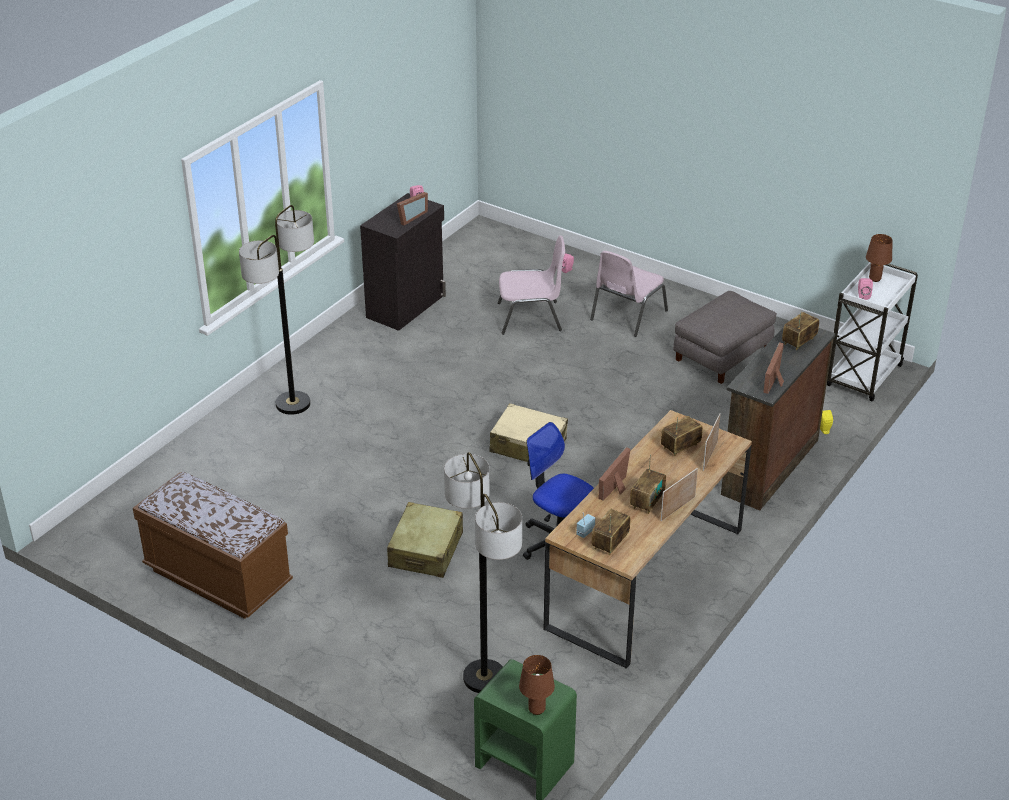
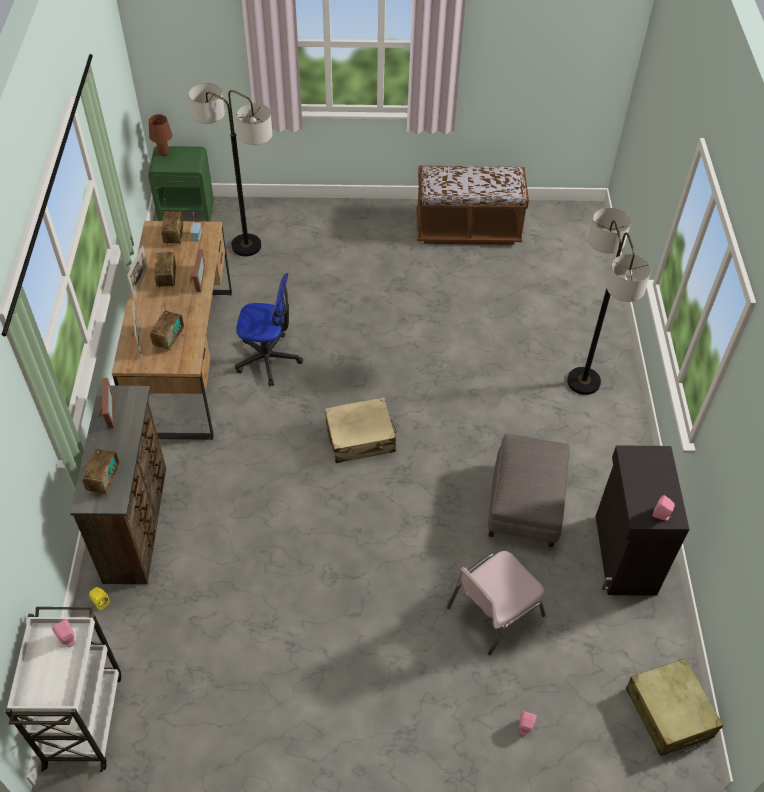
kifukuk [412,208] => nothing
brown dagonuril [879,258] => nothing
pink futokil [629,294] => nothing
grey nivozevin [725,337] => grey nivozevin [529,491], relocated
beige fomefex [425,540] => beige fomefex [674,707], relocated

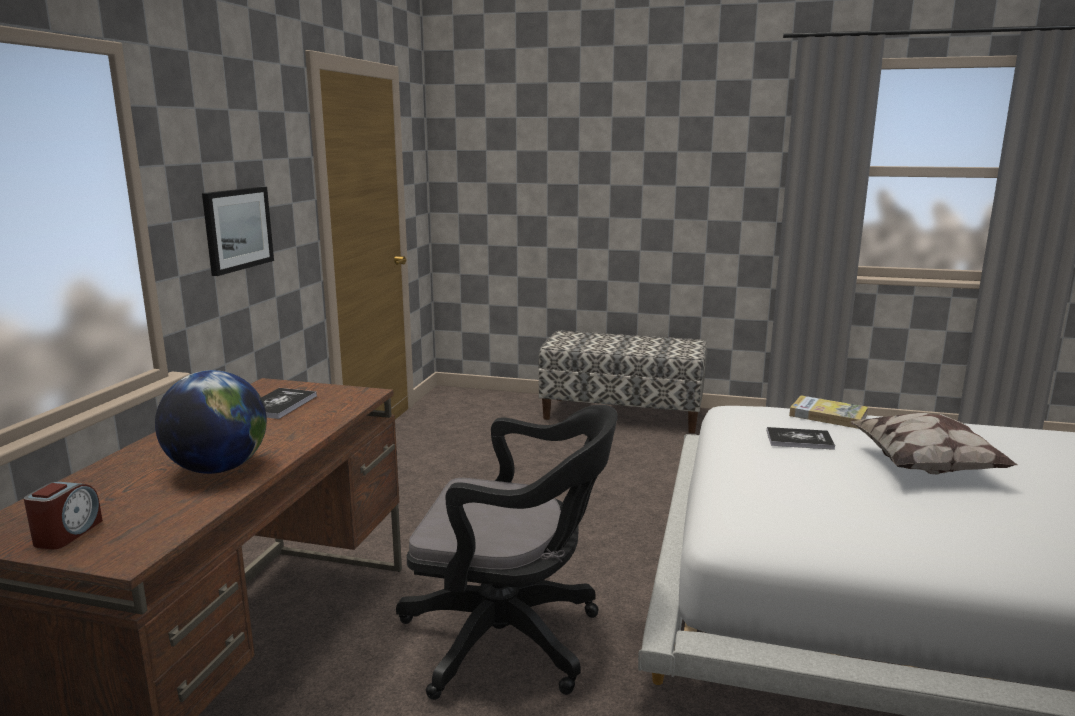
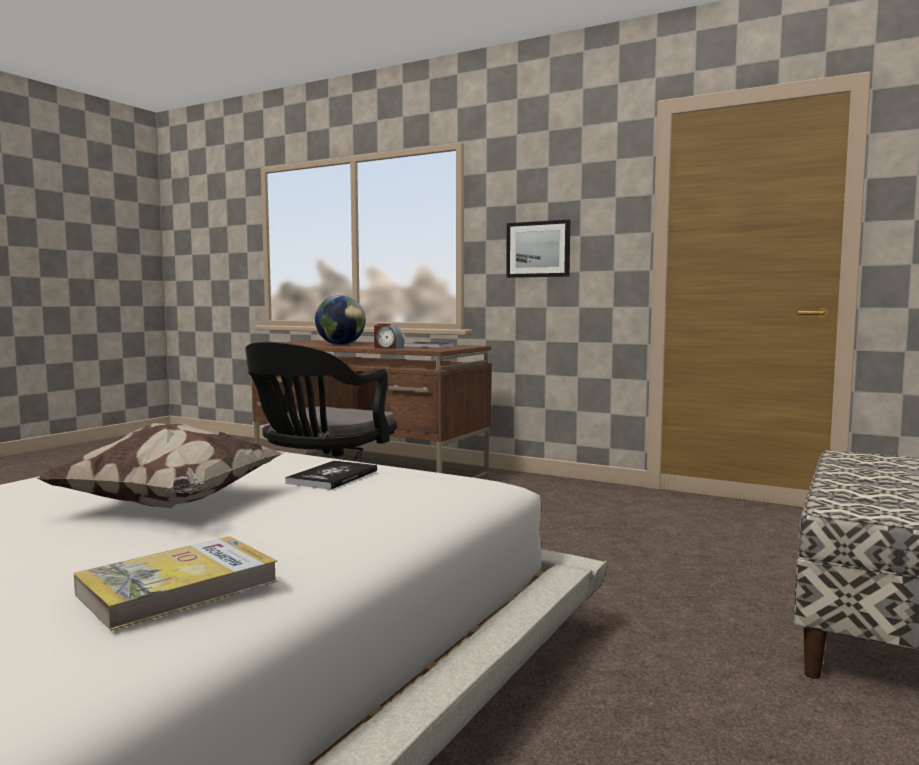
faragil [828,412] => faragil [176,583], relocated
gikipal [63,515] => gikipal [388,336], relocated

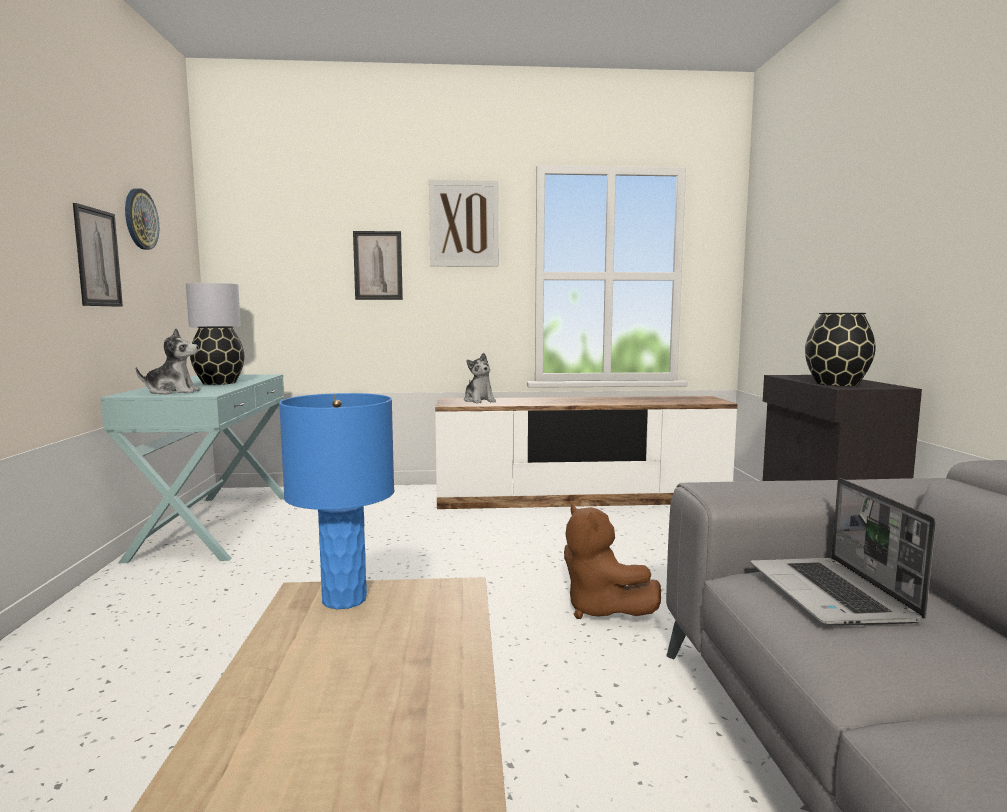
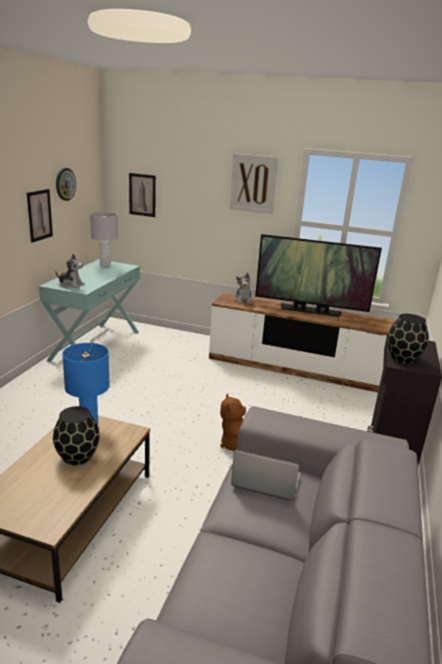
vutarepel [378,265] => vutarepel [142,195], relocated
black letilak [217,355] => black letilak [76,435], relocated
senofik [843,552] => senofik [266,475], 90 degrees clockwise
nothing => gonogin [318,275]

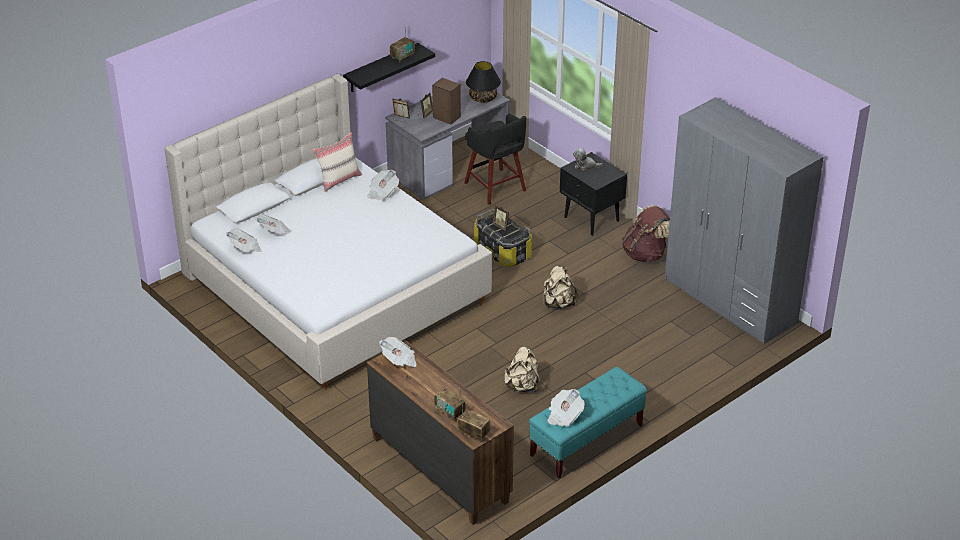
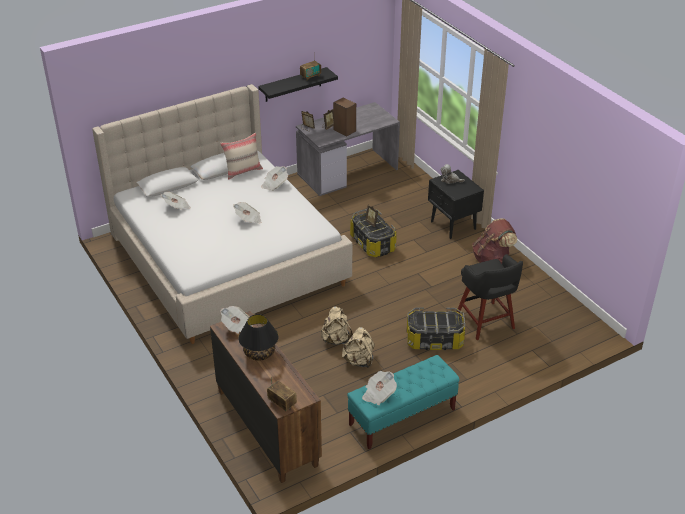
black dagonuril [483,82] => black dagonuril [258,337], relocated
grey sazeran [744,220] => nothing
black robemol [495,159] => black robemol [490,297], relocated
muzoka [244,241] => muzoka [247,212], relocated
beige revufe [560,287] => beige revufe [337,325], relocated
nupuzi [450,404] => nothing
nothing => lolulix [436,329]

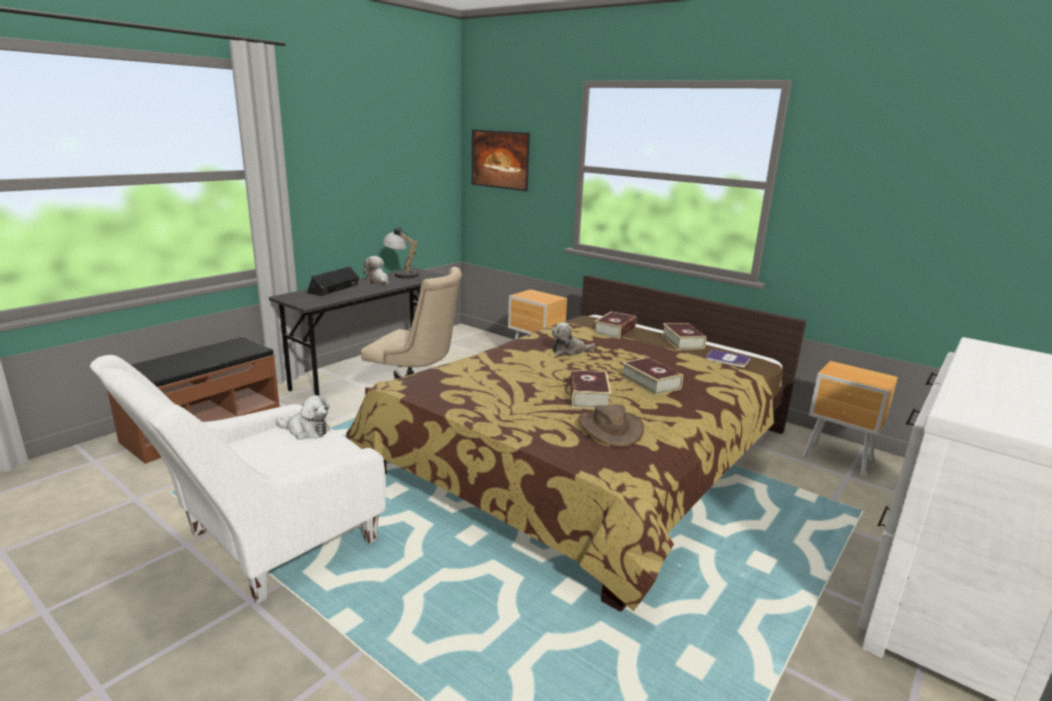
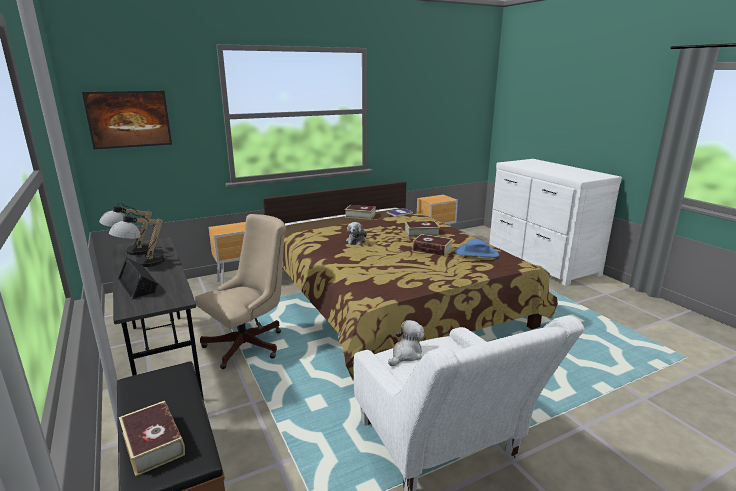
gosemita [376,271] => dagonuril [141,239]
faragil [615,325] => faragil [152,439], relocated
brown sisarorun [611,425] => blue sisarorun [476,248]

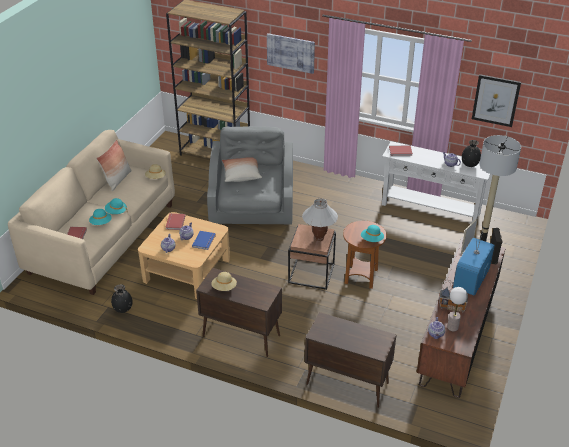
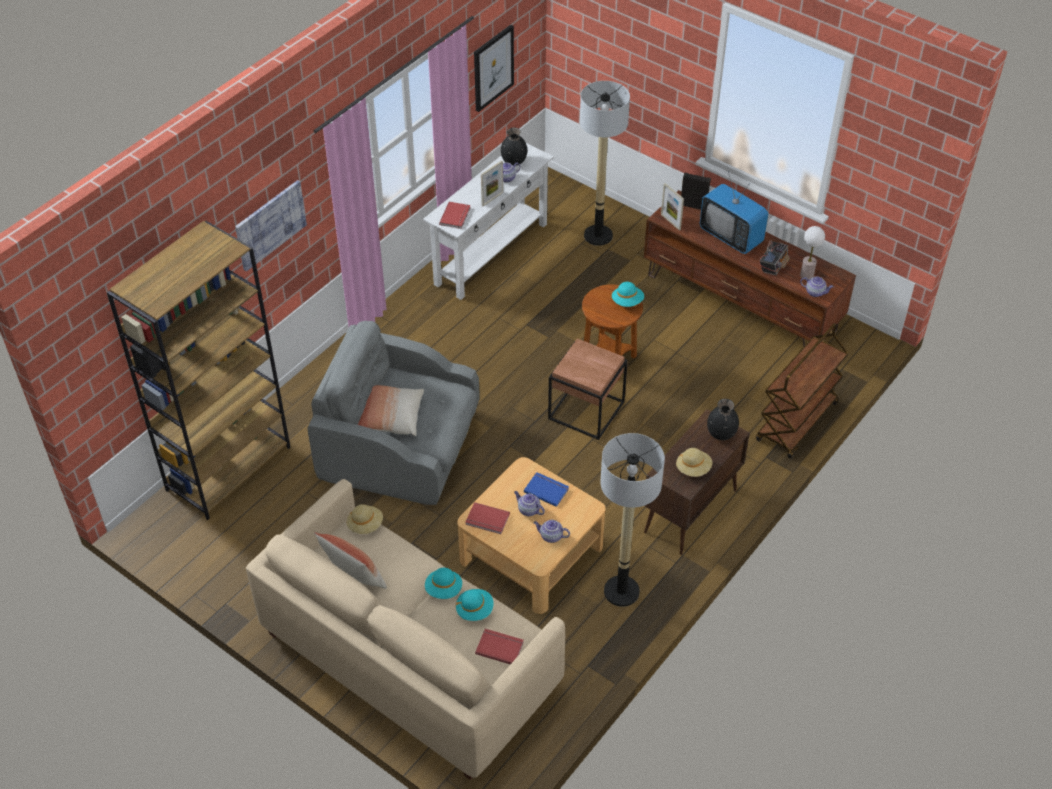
white dagonuril [320,219] => nothing
black letilak [122,298] => black letilak [723,419], relocated
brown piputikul [350,360] => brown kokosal [802,391]
nothing => kifukuk [492,183]
nothing => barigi [632,520]

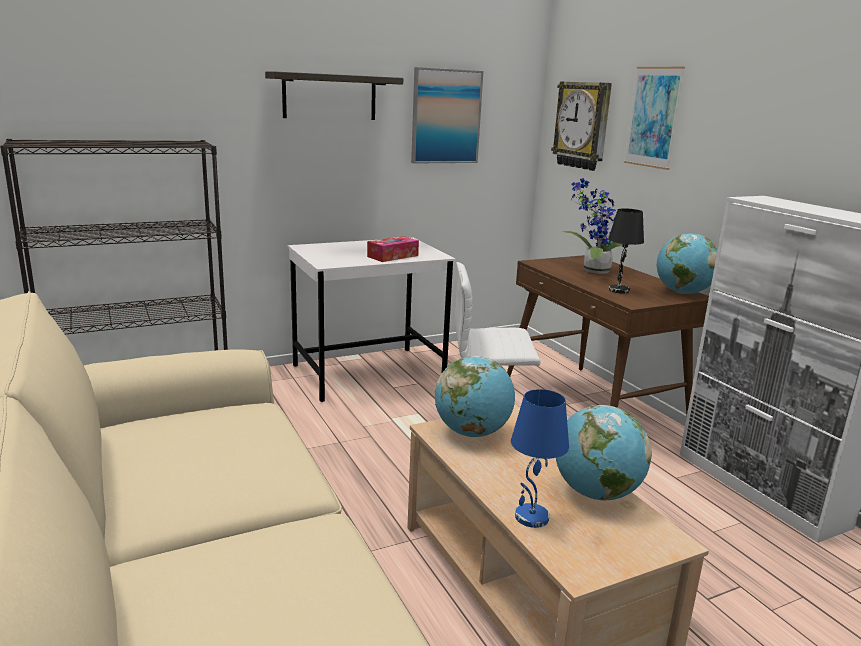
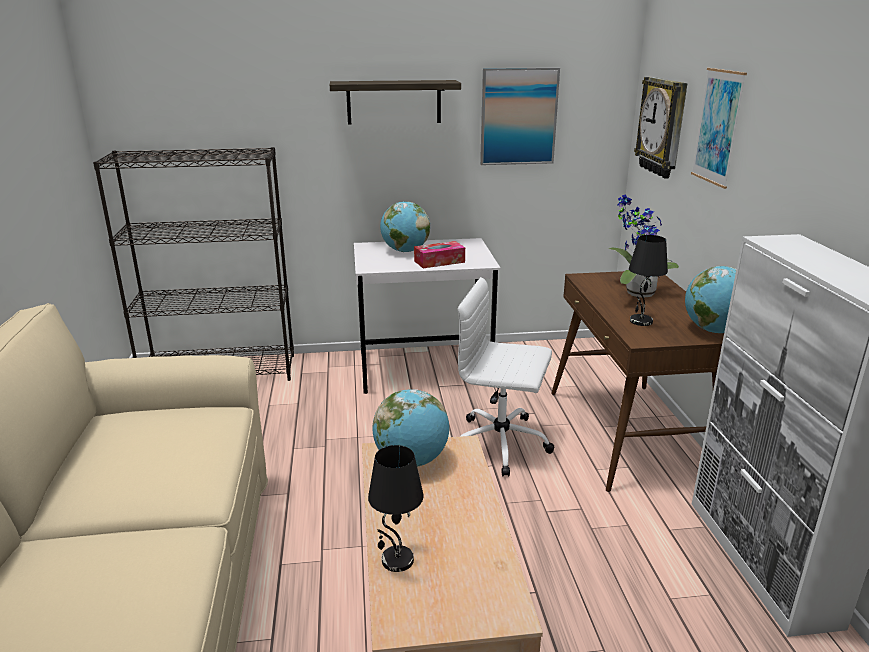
blue dagonuril [540,458] => black dagonuril [396,508]
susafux [604,452] => susafux [405,226], relocated

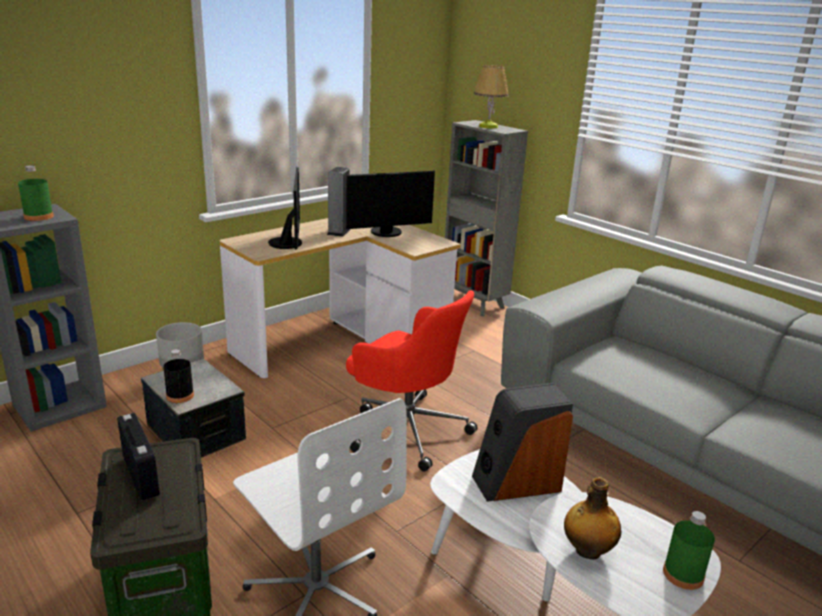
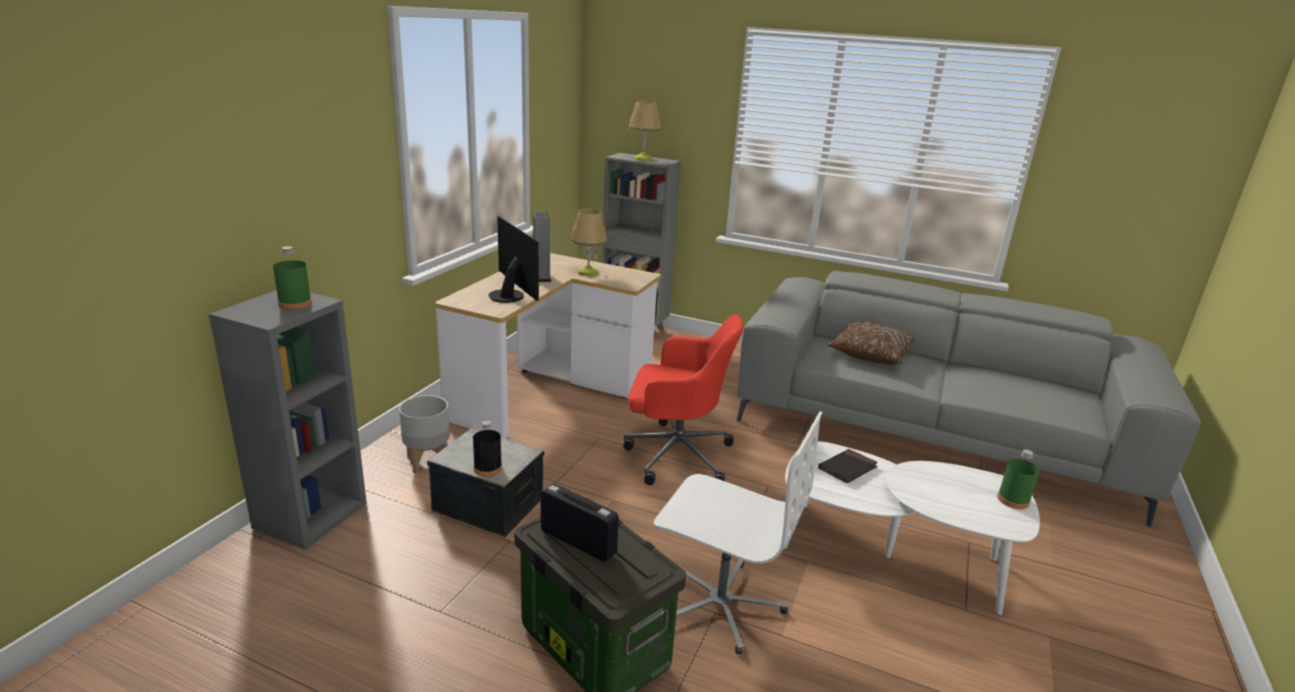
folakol [390,204] => dagonuril [588,242]
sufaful [522,442] => black faragil [848,466]
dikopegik [592,518] => nothing
nothing => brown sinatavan [871,343]

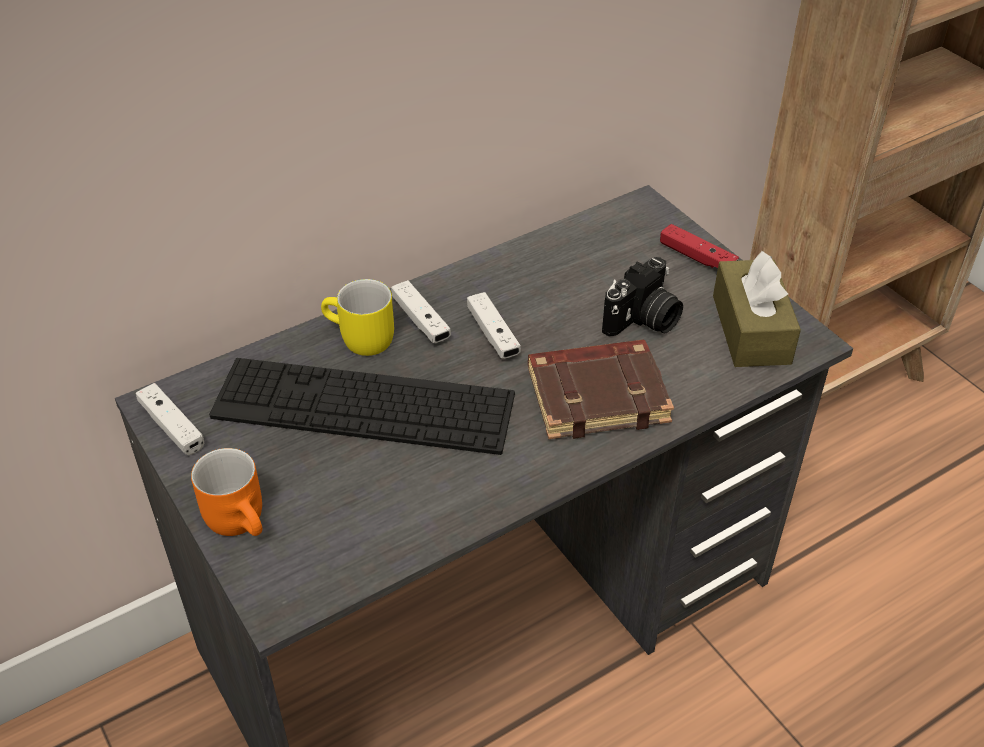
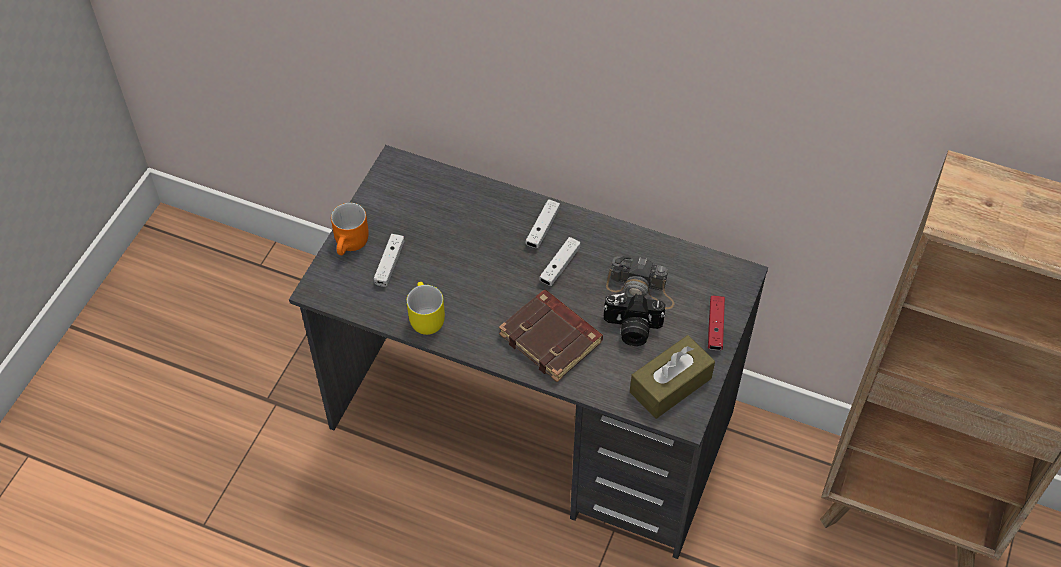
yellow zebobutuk [357,317] => yellow zebobutuk [425,308], relocated
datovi [362,406] => nothing
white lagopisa [170,419] => white lagopisa [389,260], relocated
nothing => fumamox [640,282]

